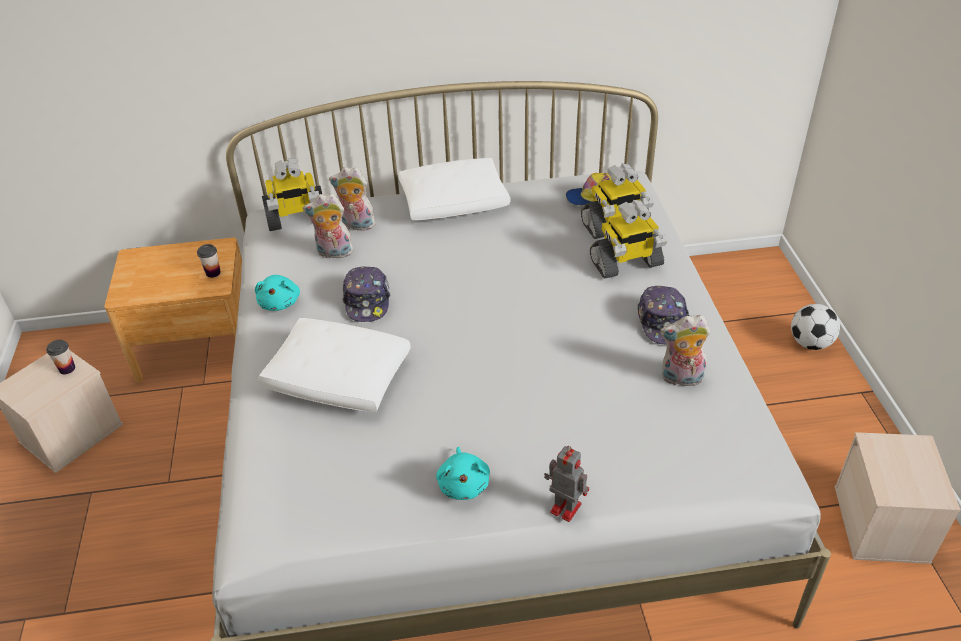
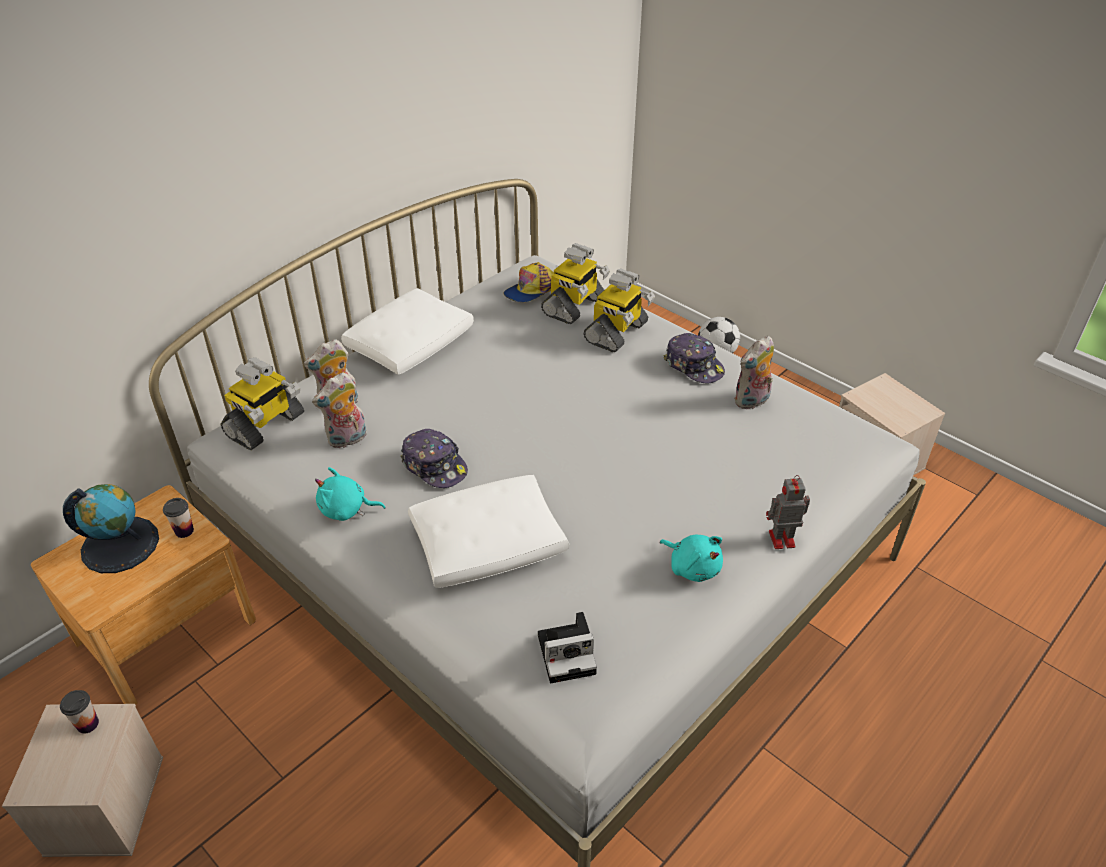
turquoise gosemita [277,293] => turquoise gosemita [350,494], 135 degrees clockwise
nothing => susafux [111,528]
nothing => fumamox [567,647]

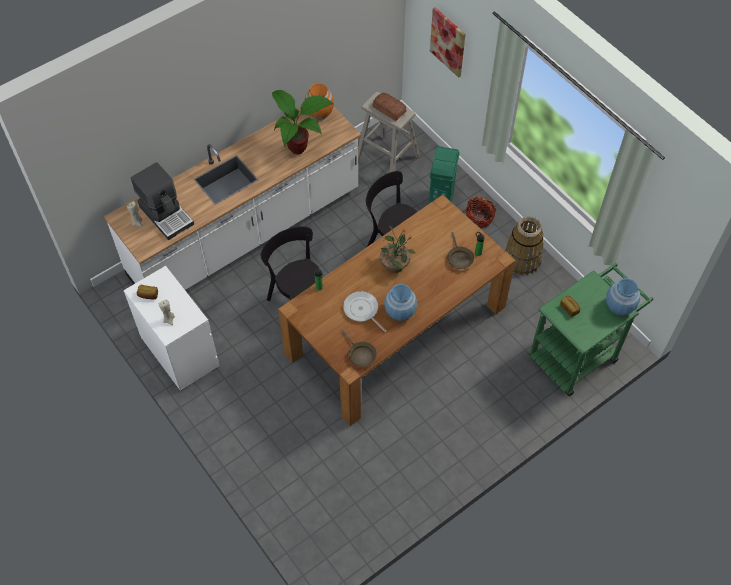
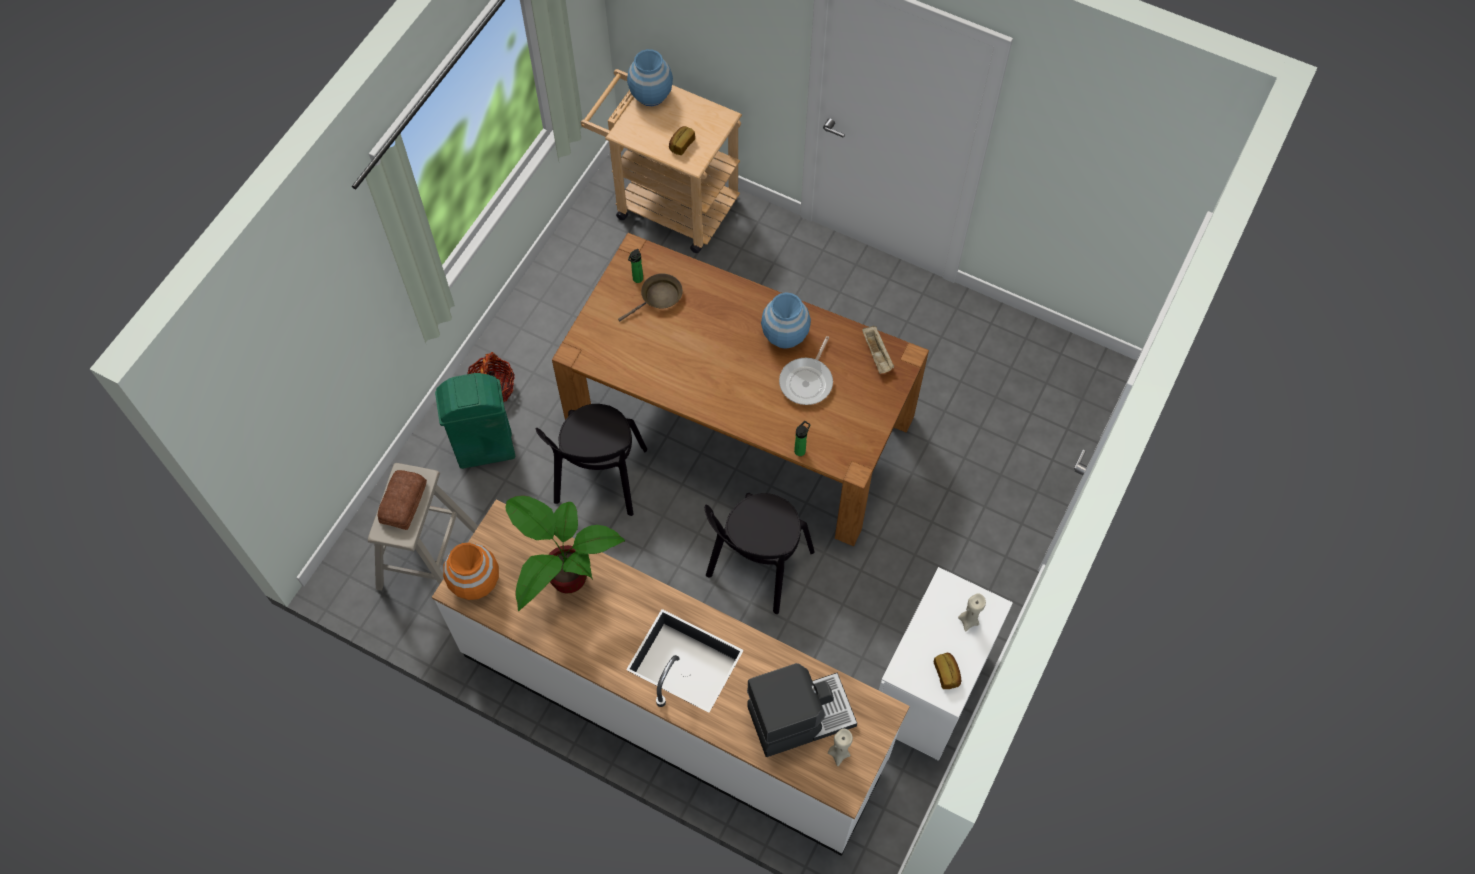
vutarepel [448,42] => nothing
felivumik [162,201] => felivumik [802,710], 45 degrees clockwise
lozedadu [524,245] => nothing
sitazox [397,250] => nothing
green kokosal [591,329] => beige kokosal [661,161]
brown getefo [359,348] => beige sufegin [878,350]

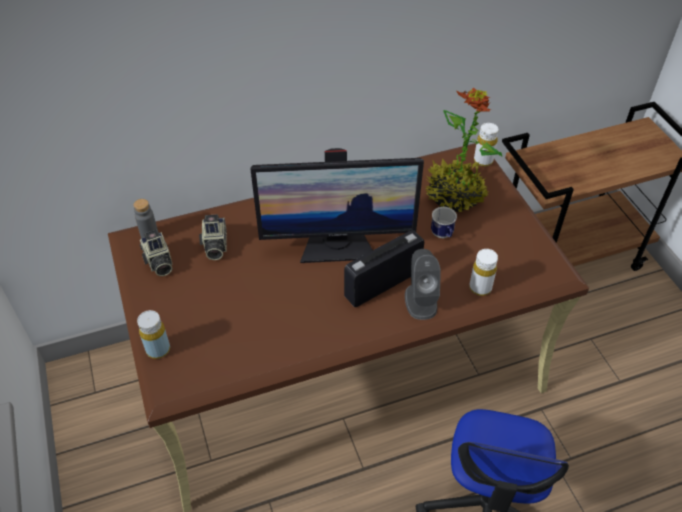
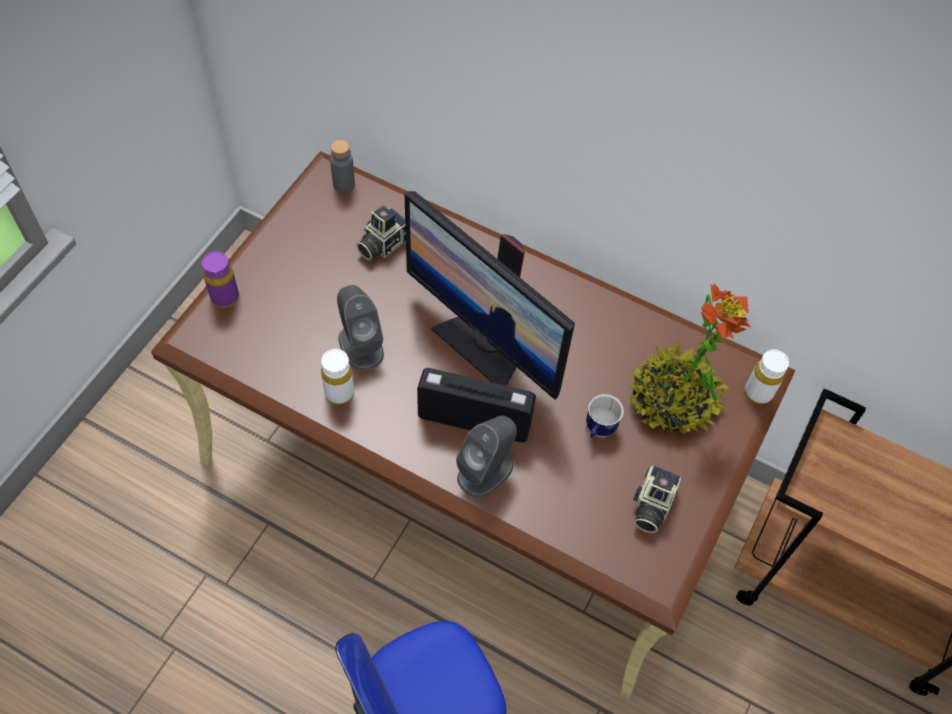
fumamox [156,253] => fumamox [657,499], relocated
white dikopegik [483,272] => white dikopegik [337,377], relocated
yellow dikopegik [153,334] => purple dikopegik [220,279]
nothing => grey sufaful [360,328]

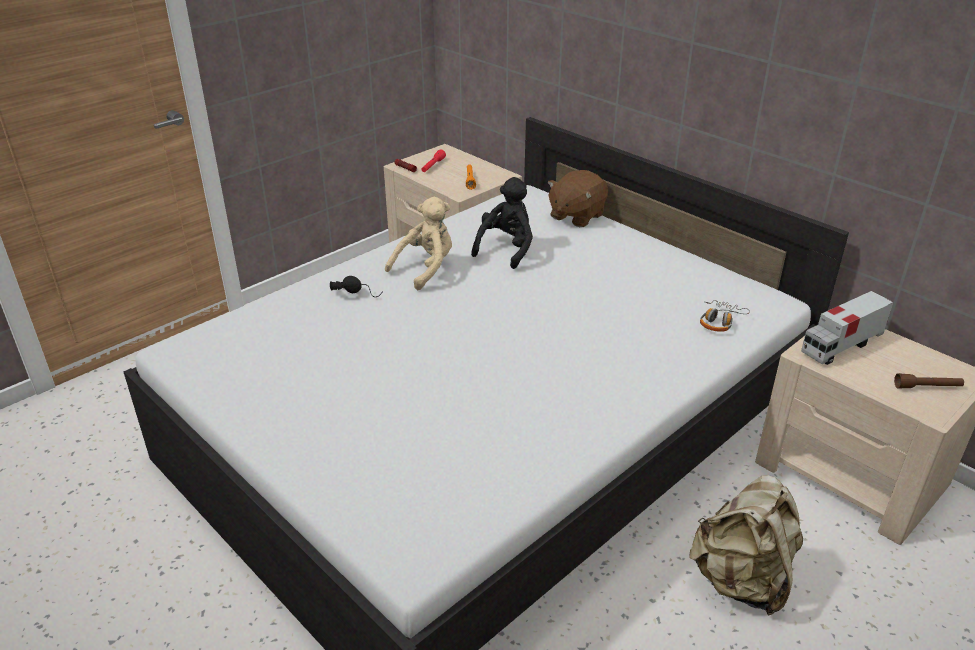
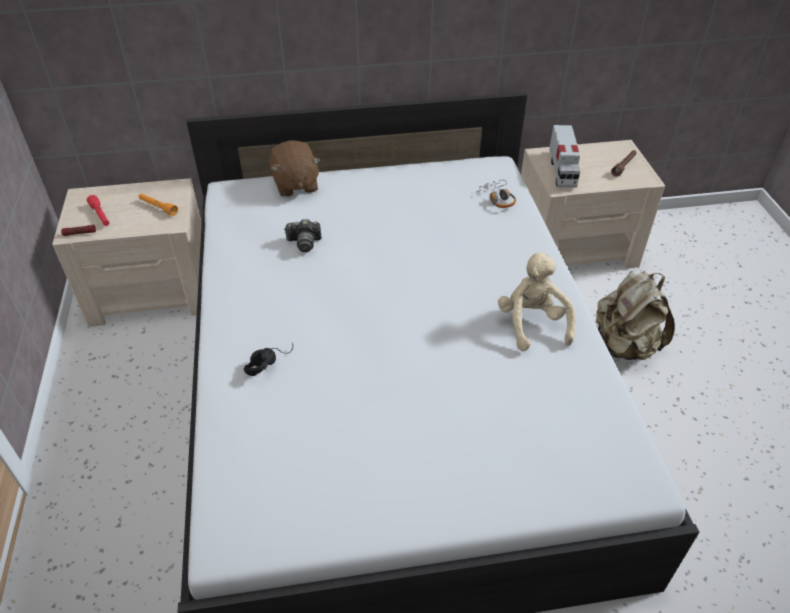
black gosemita [502,223] => fumamox [303,235]
beige gosemita [418,243] => beige gosemita [537,301], relocated

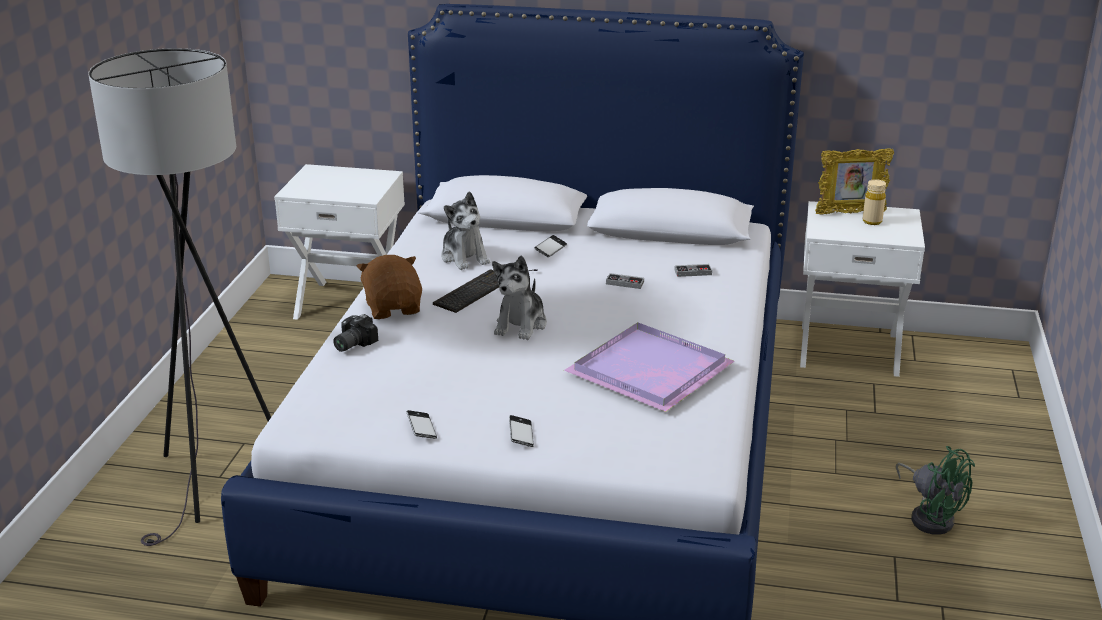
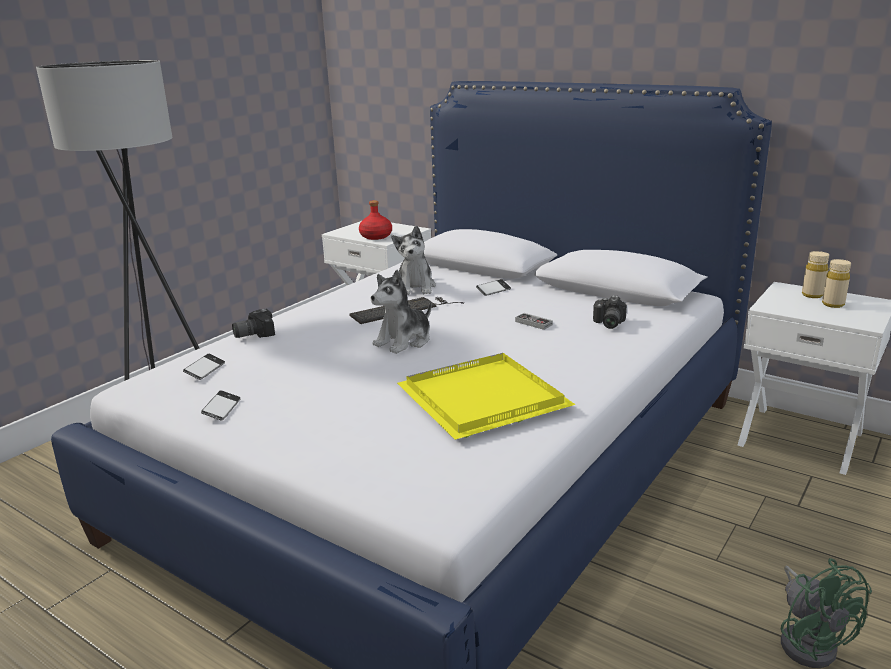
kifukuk [854,181] => beige dikopegik [815,274]
brown gosemita [389,287] => nothing
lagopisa [693,270] => fumamox [610,312]
purple sufegin [649,367] => yellow sufegin [486,396]
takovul [521,431] => takovul [204,367], relocated
nothing => red dikopegik [375,220]

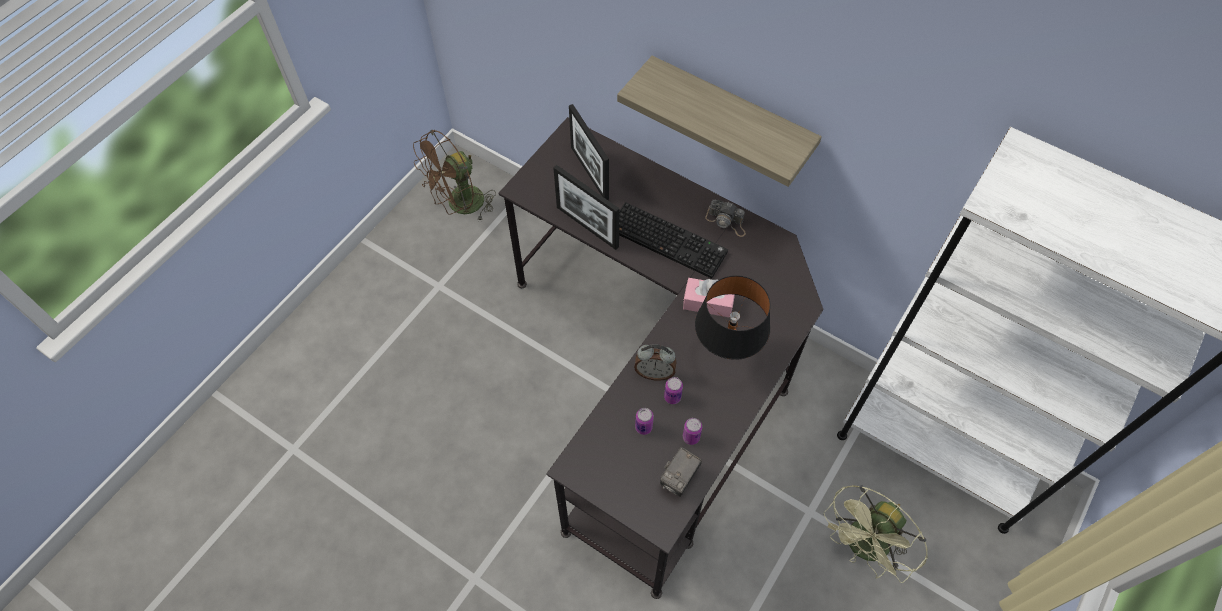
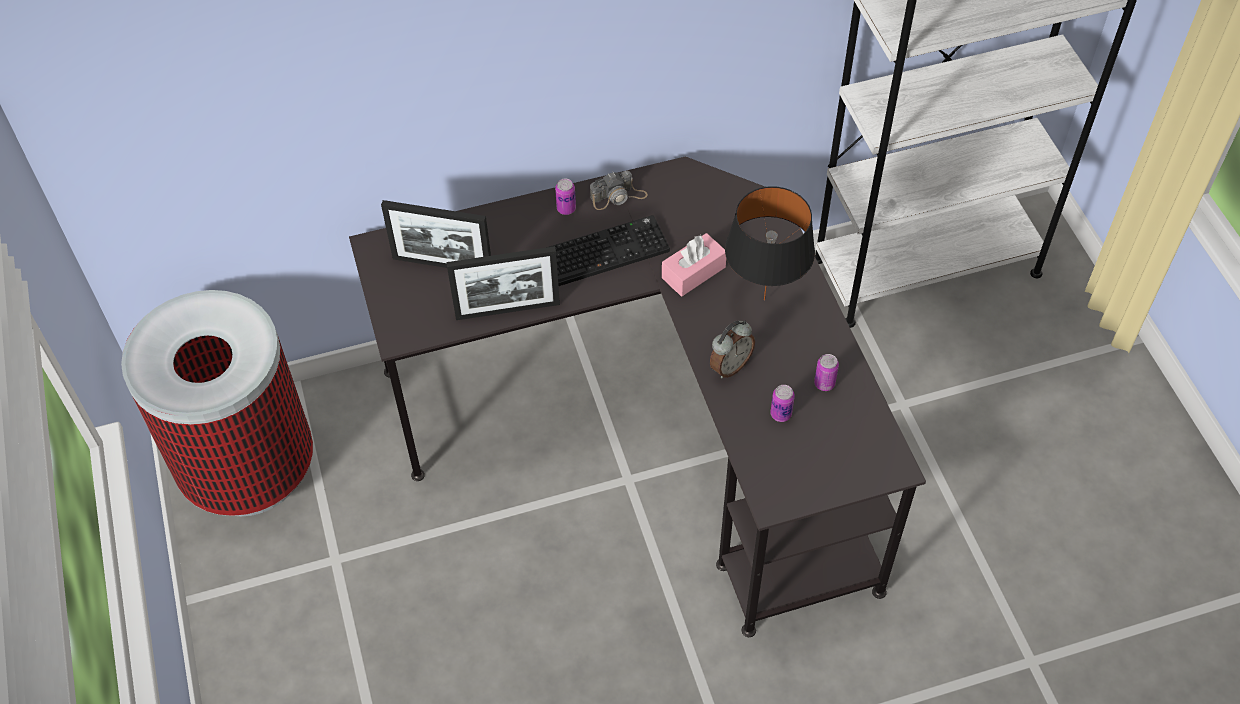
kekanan [719,121] => nothing
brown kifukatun [454,175] => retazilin [217,403]
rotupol [673,390] => rotupol [565,197], relocated
fumamox [681,472] => nothing
green kifukatun [876,534] => nothing

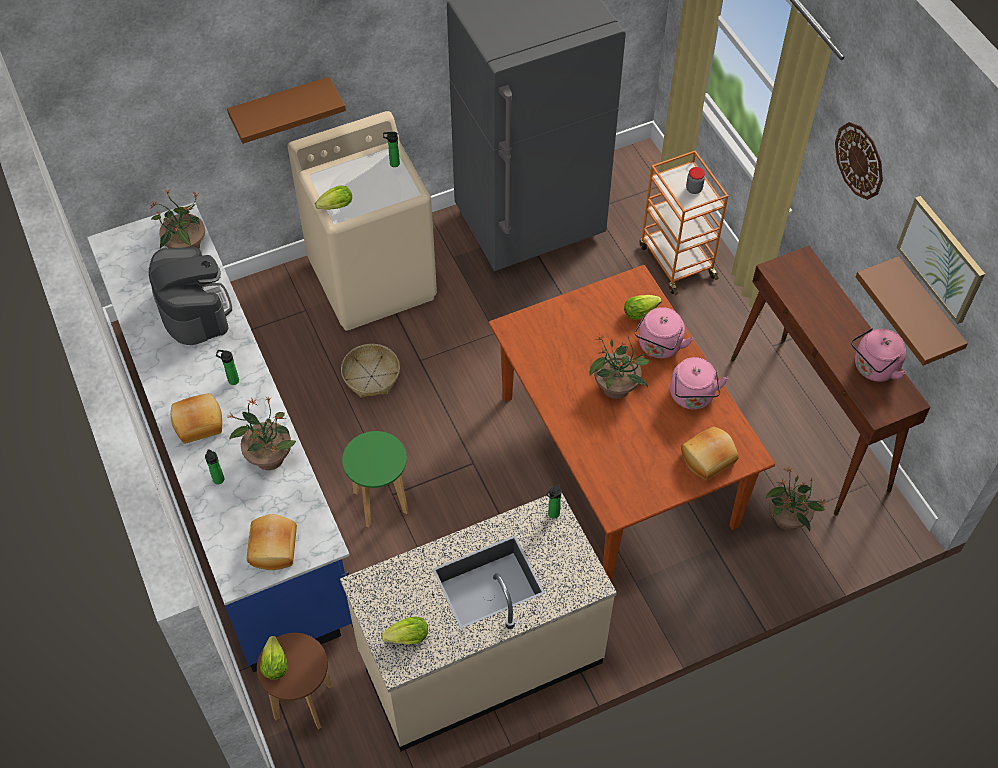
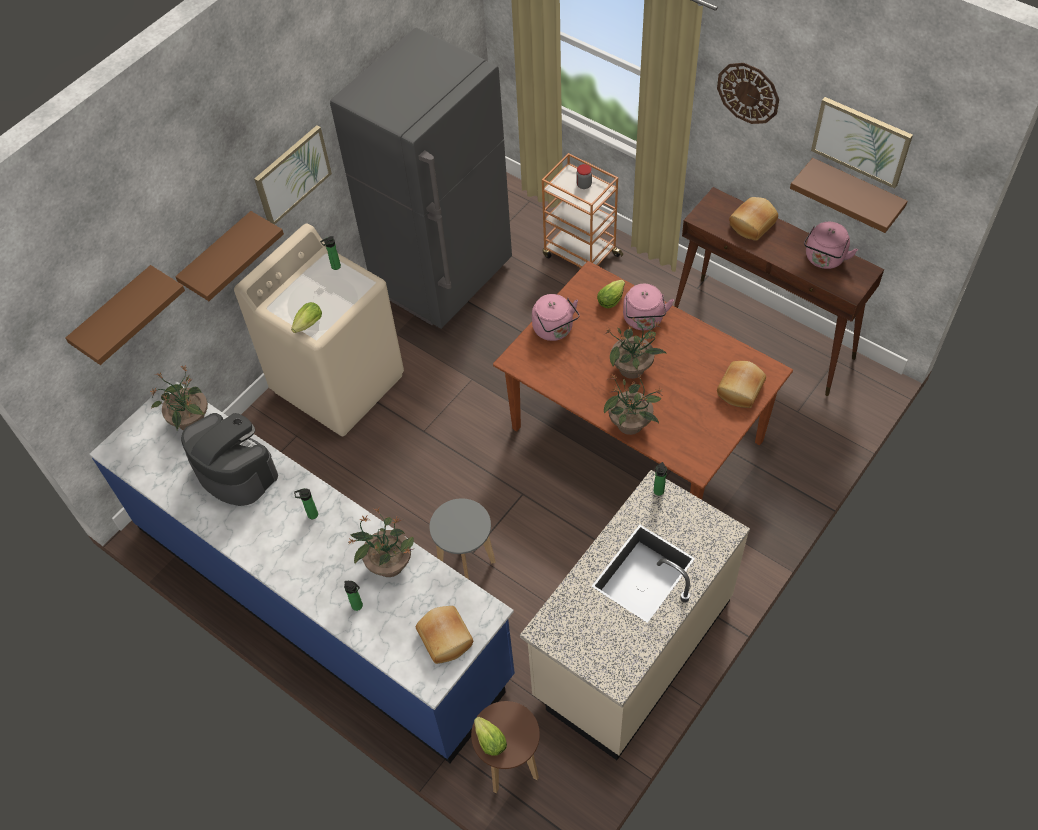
lozedadu [370,371] => nothing
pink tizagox [699,383] => pink tizagox [556,317], relocated
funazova [196,418] => funazova [753,219], relocated
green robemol [375,479] => grey robemol [462,538]
sitazox [796,498] => sitazox [633,404], relocated
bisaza [404,630] => nothing
nothing => vutarepel [293,175]
nothing => brown kekanan [125,315]

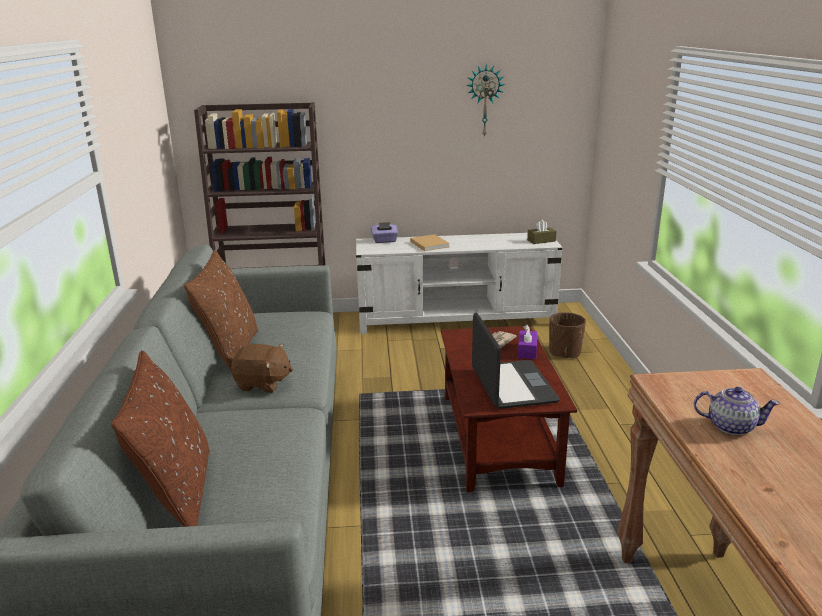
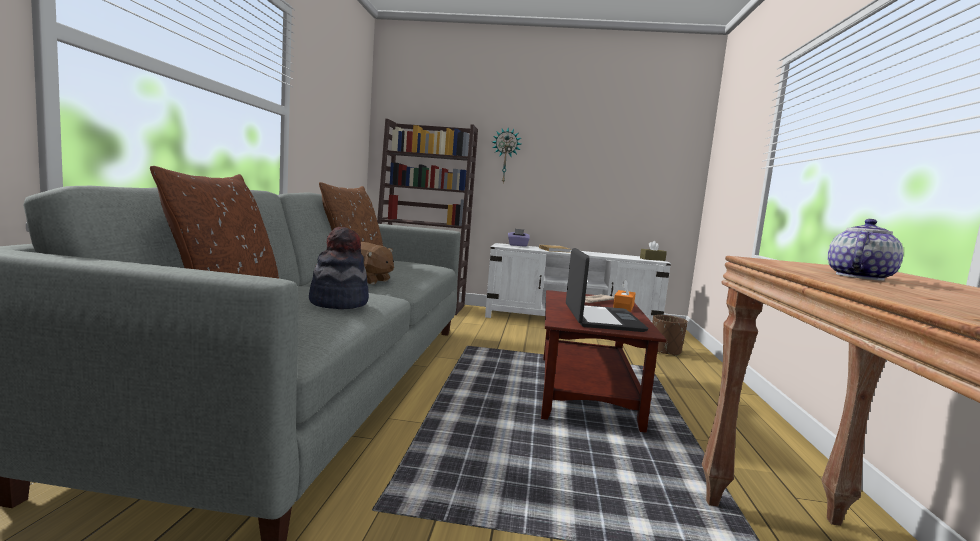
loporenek [485,101] => loporenek [506,155], relocated
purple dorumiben [527,342] => orange dorumiben [624,296]
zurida [737,411] => zurida [866,250], 75 degrees counterclockwise
nothing => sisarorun [339,268]

